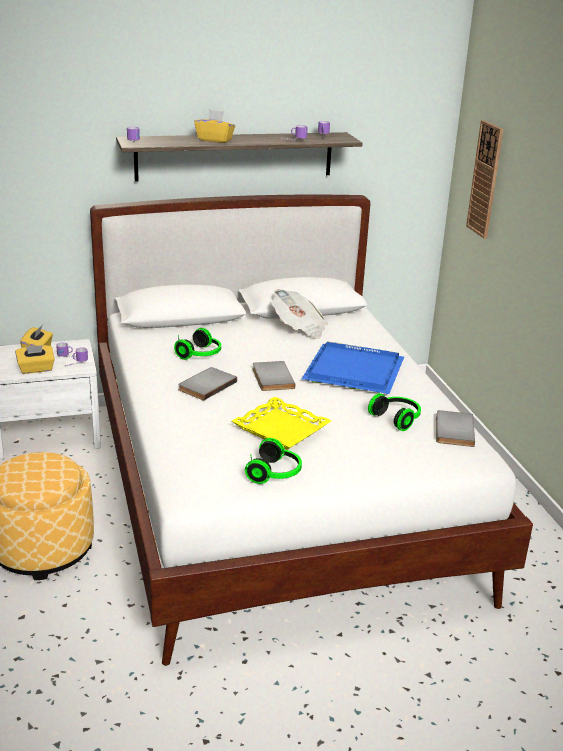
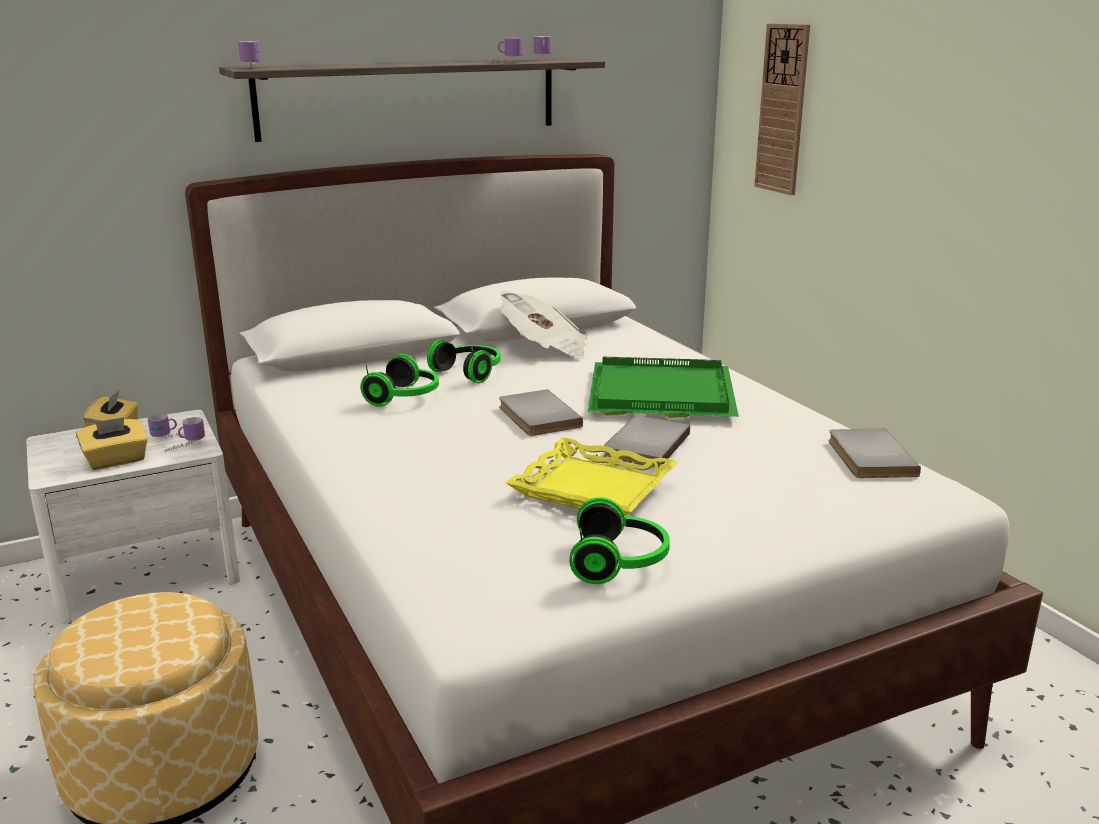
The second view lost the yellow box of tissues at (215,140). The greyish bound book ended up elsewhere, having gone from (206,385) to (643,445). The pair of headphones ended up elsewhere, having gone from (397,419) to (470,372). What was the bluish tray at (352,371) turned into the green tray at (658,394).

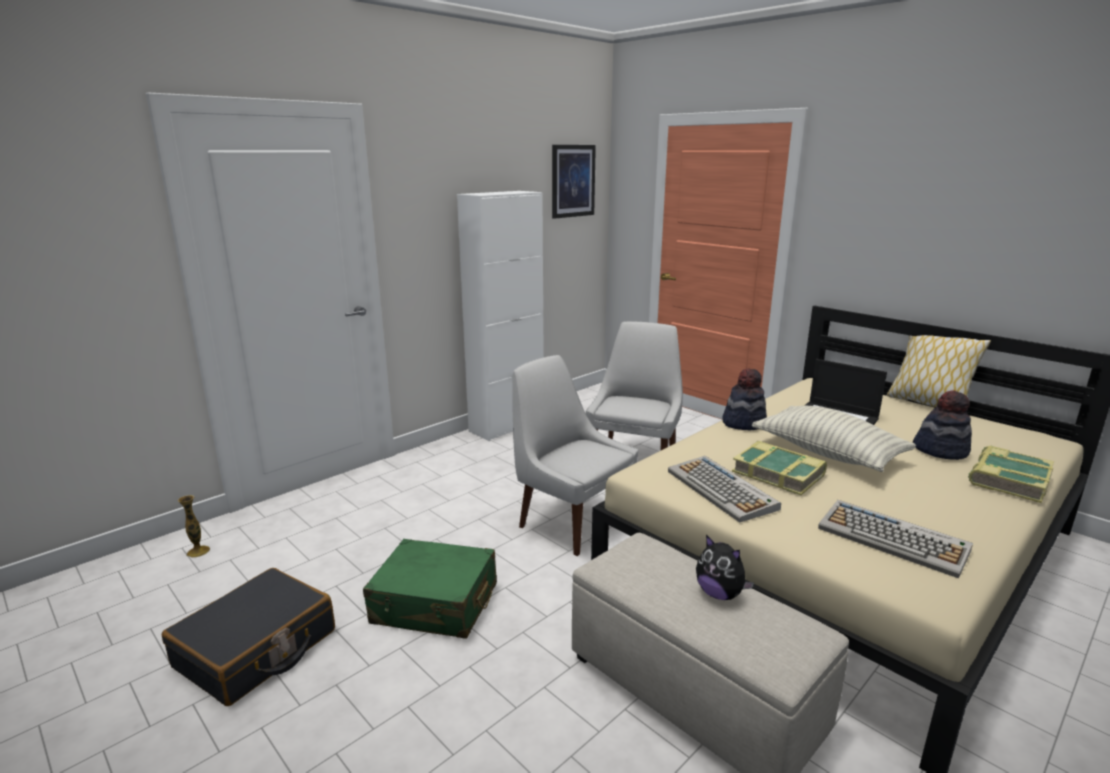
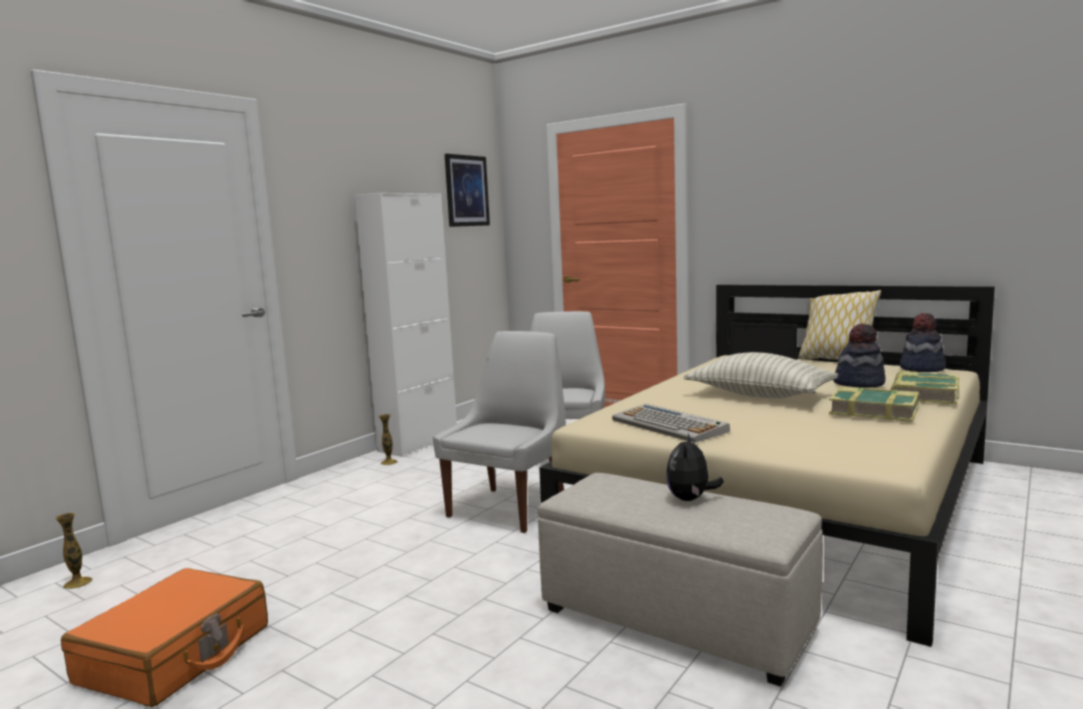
The second view lost the green suitcase at (435,604). The second view lost the computer keyboard at (894,539). The second view gained the vase at (389,462). The clothing hat ended up elsewhere, having gone from (743,423) to (921,368). The bound book ended up elsewhere, having gone from (778,473) to (874,411). What was the black-coloured suitcase at (256,649) turned into the orange suitcase at (176,655). The whitish plain chair at (571,521) ended up facing another way, 90 degrees clockwise from before. The cuddly toy at (720,594) ended up facing another way, 75 degrees clockwise from before.

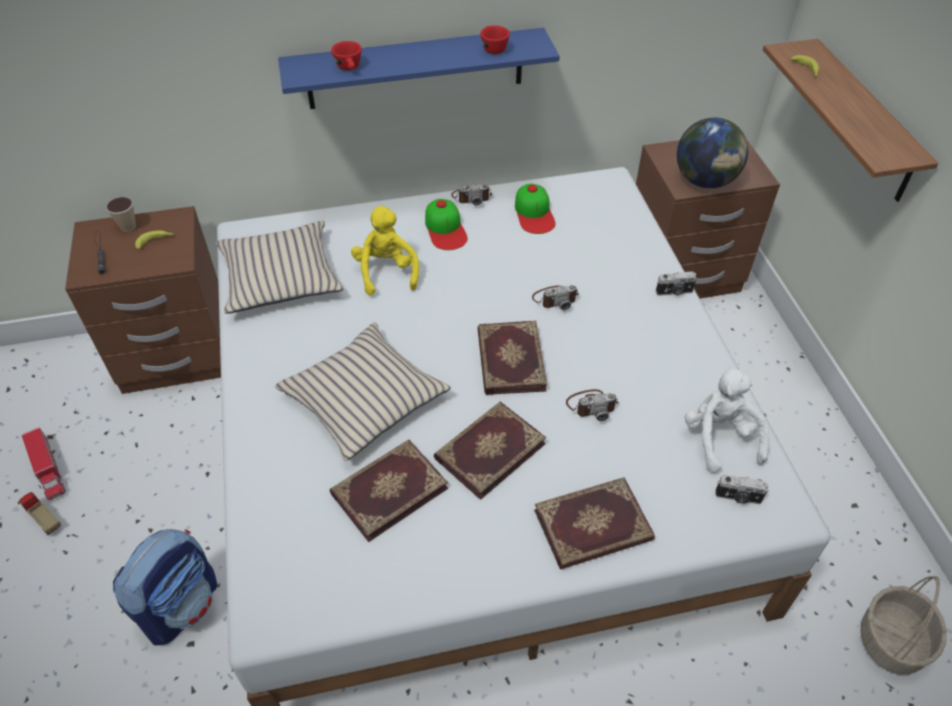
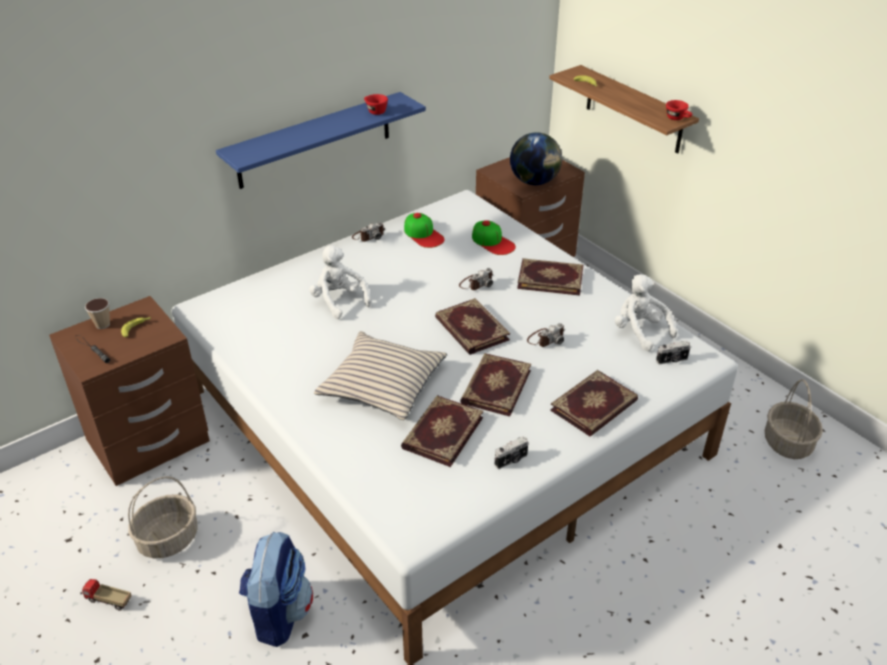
The second view lost the model truck at (48,469). The second view lost the beige-coloured throw pillow at (280,277). The second view gained the basket at (168,540). The second view gained the bound book at (550,278). The red small cup ended up elsewhere, having gone from (350,68) to (678,118). The baseball cap ended up elsewhere, having gone from (445,229) to (493,242). The photo camera ended up elsewhere, having gone from (674,292) to (511,460). What was the yellow cuddly toy at (386,272) turned into the whitish cuddly toy at (339,301).

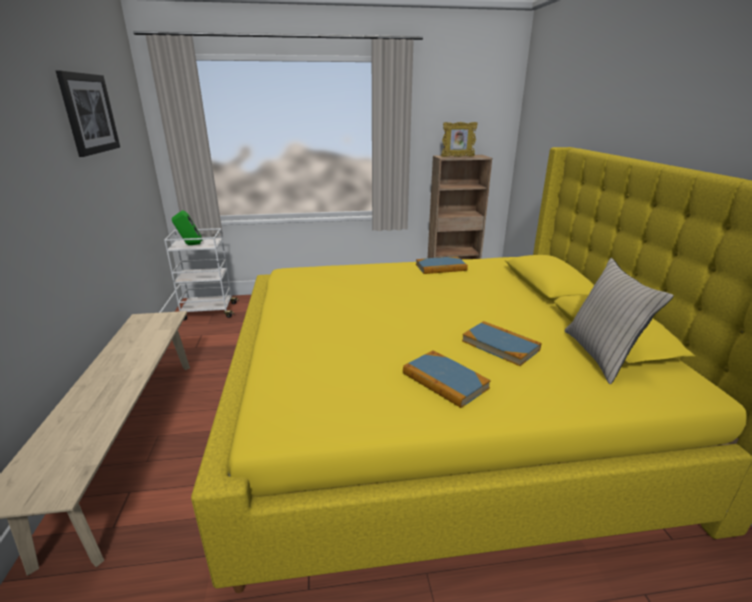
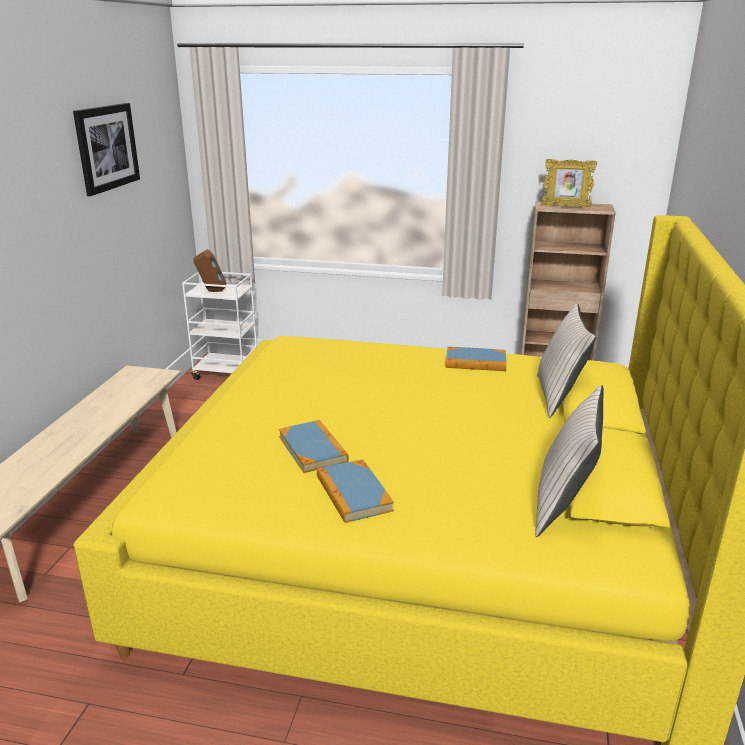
The second view gained the beige-coloured throw pillow at (559,396). The bound book ended up elsewhere, having gone from (500,345) to (313,449). What was the green speaker at (190,245) turned into the brown speaker at (211,291).

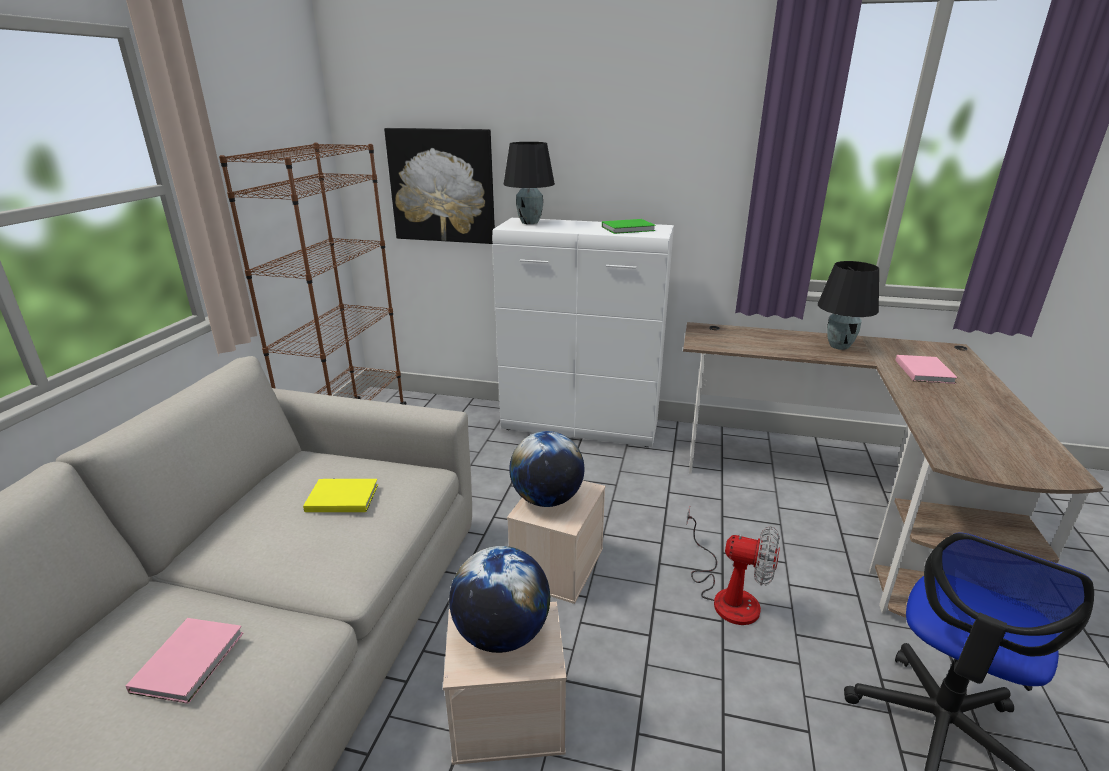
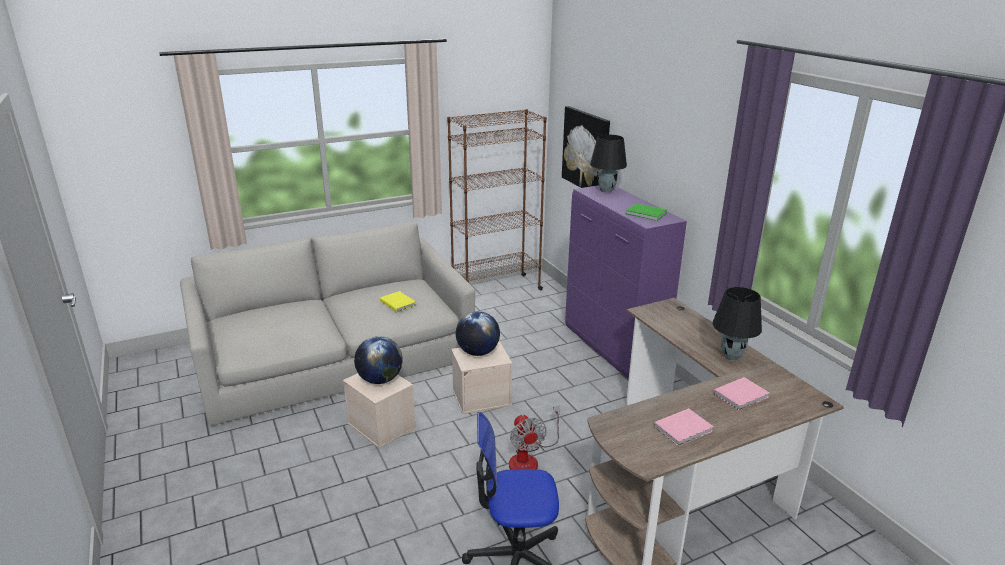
The pink bound book ended up elsewhere, having gone from (192,660) to (684,429). What was the whitish cabinet at (581,427) turned into the purple cabinet at (613,349).

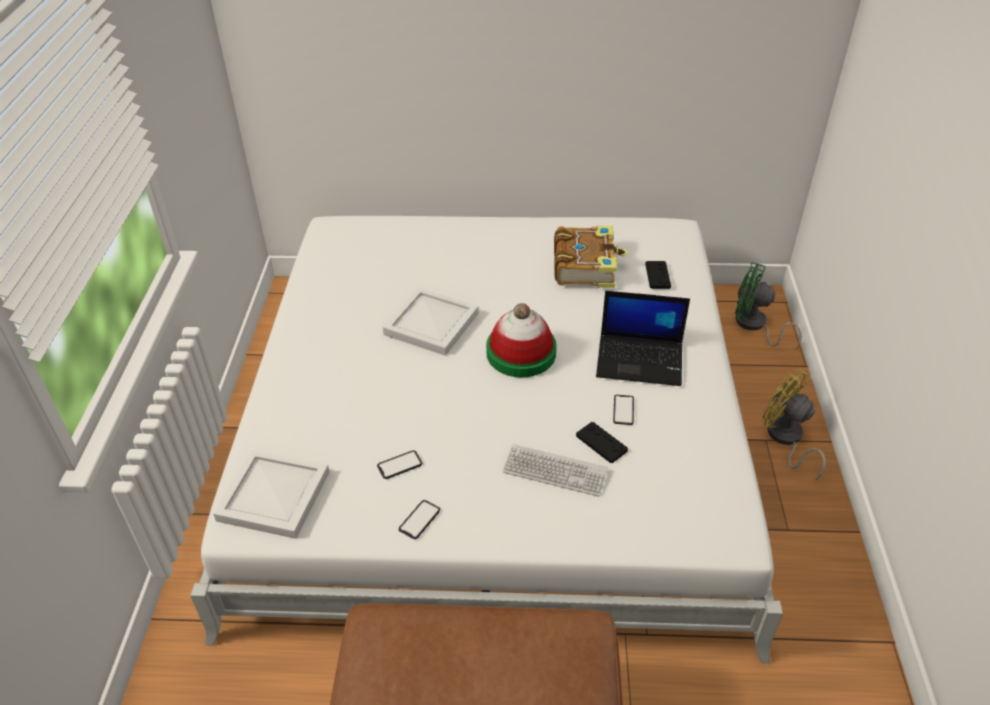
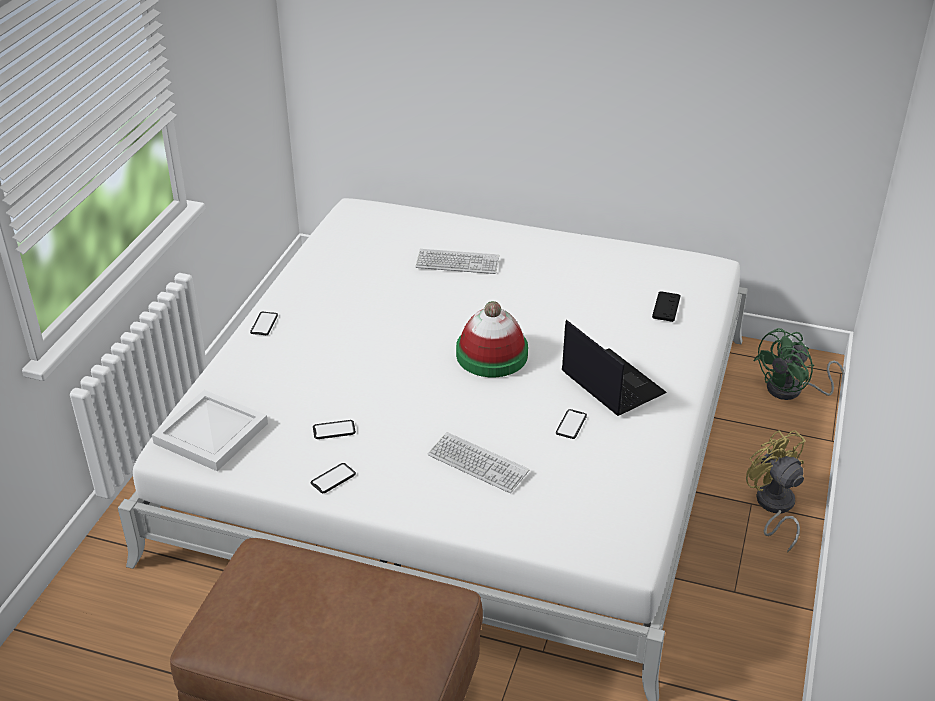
The second view lost the whitish tray at (432,325). The second view lost the bound book at (585,266). The second view lost the black-coloured gamepad at (601,443). The second view gained the phone at (264,324). The second view gained the computer keyboard at (457,263). The laptop at (641,360) ended up facing another way, 150 degrees counterclockwise from before. The green cooling fan at (754,326) ended up facing another way, 75 degrees counterclockwise from before.

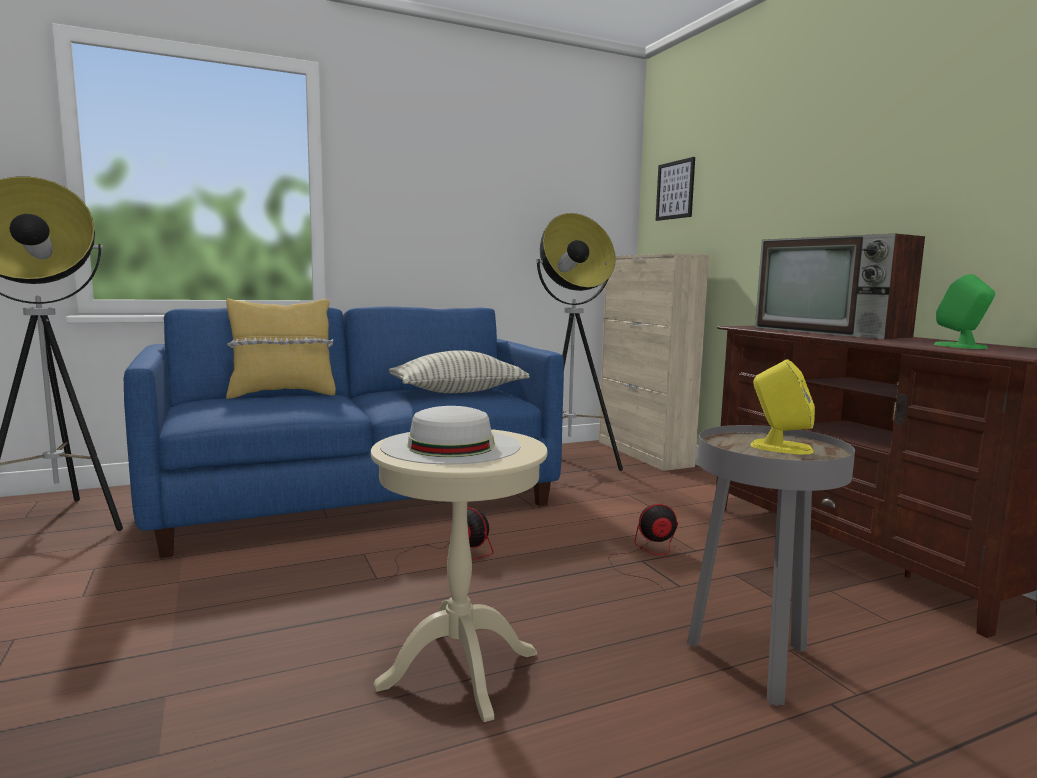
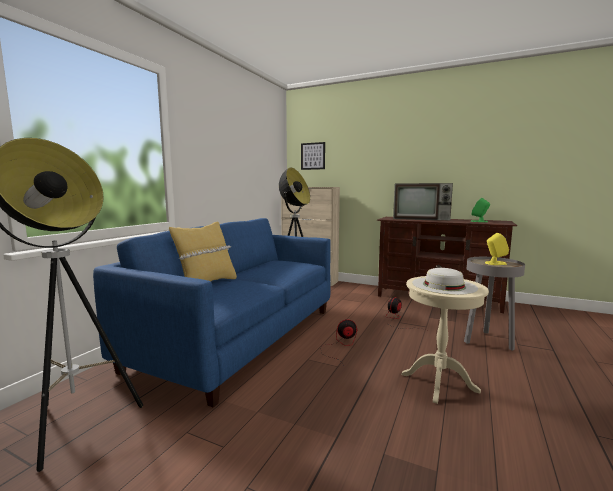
The second view lost the throw pillow at (458,392).

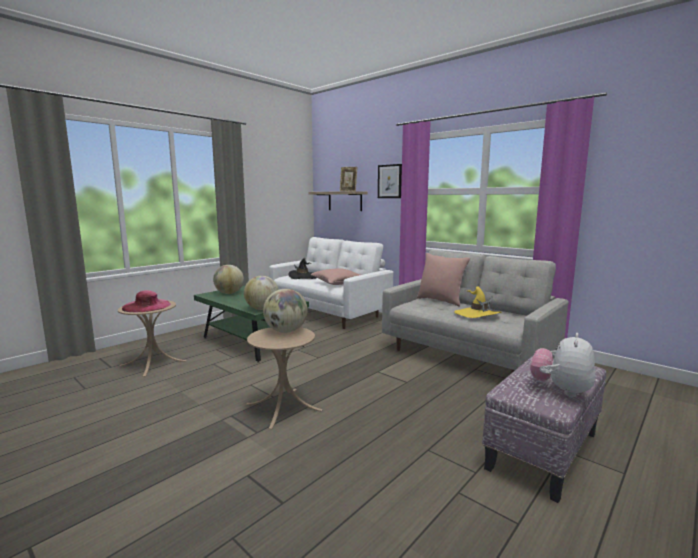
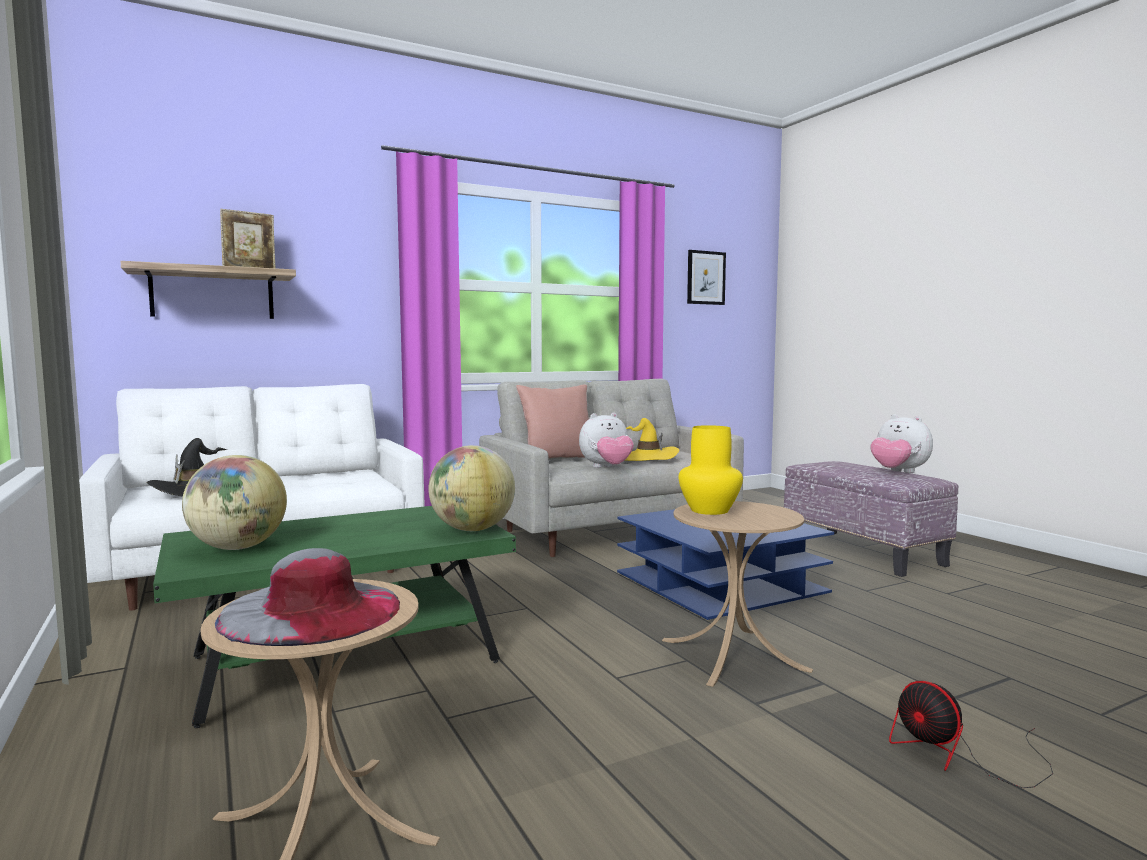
The second view lost the pink throw pillow at (337,283). The second view gained the cuddly toy at (606,468). The second view gained the bluish low table at (719,584). The second view gained the cooling fan at (961,756). The wall art ended up elsewhere, having gone from (389,181) to (705,278). Where the desk globe stood at (286,331), the yellow vase came to stand at (710,510). What was the pink clothing hat at (146,306) turned into the greyish clothing hat at (312,611).

